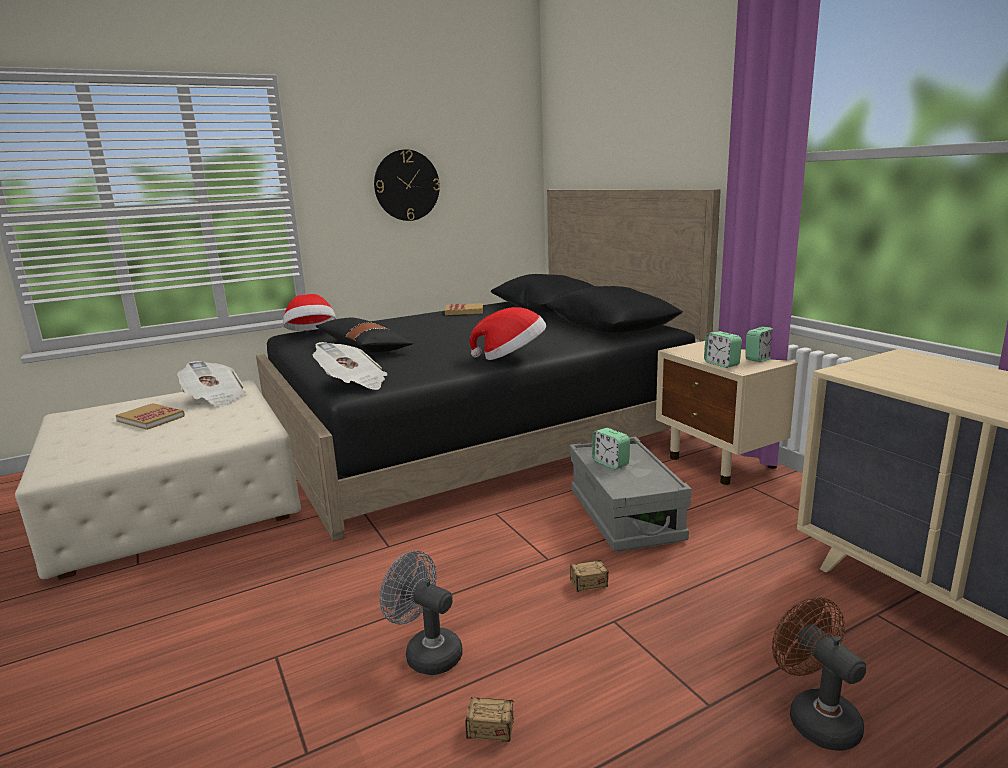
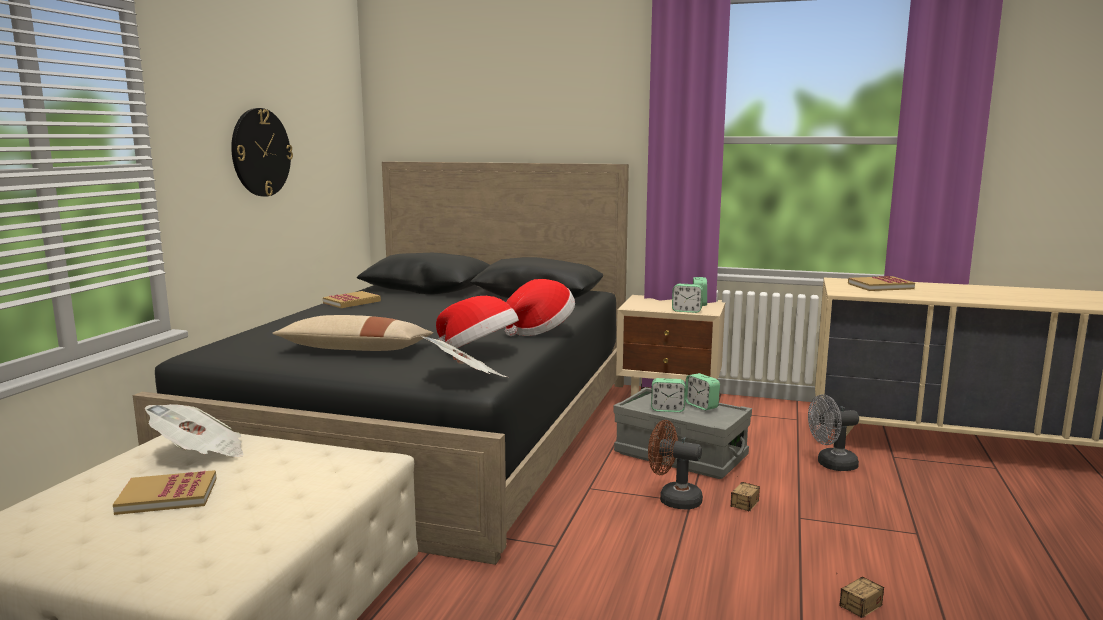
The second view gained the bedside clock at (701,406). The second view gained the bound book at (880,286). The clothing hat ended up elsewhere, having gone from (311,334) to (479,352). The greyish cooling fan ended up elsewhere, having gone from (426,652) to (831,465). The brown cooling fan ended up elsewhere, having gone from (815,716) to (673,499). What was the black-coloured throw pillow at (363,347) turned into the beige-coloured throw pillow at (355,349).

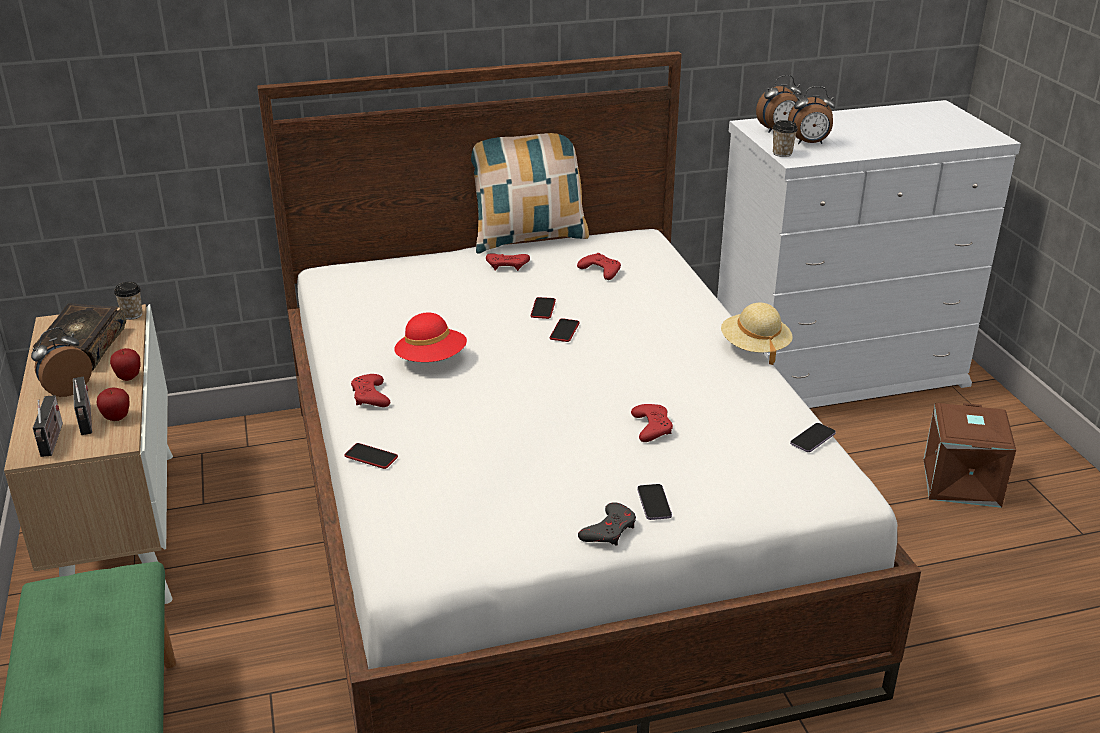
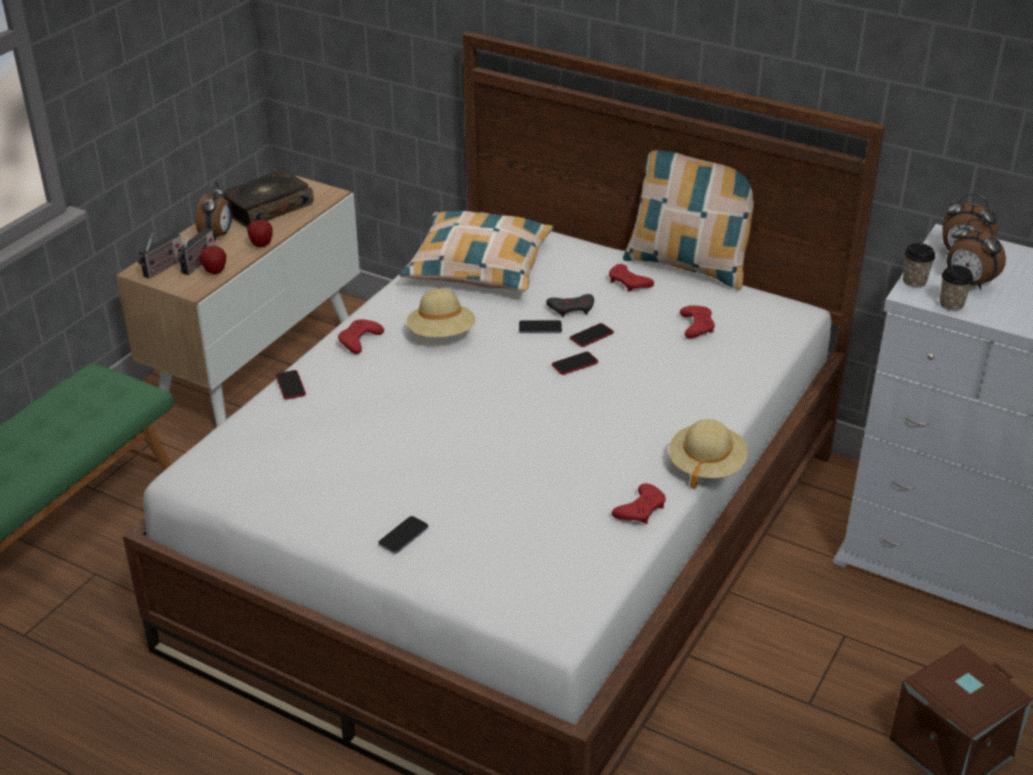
The second view gained the throw pillow at (478,266). The small cup ended up elsewhere, having gone from (132,315) to (951,304). The greyish gamepad ended up elsewhere, having gone from (609,530) to (571,308). The red gamepad ended up elsewhere, having gone from (652,427) to (640,509). The phone ended up elsewhere, having gone from (812,439) to (540,328). What was the red clothing hat at (431,360) turned into the beige-coloured clothing hat at (441,335). The bedside clock at (66,390) ended up facing another way, 105 degrees clockwise from before.

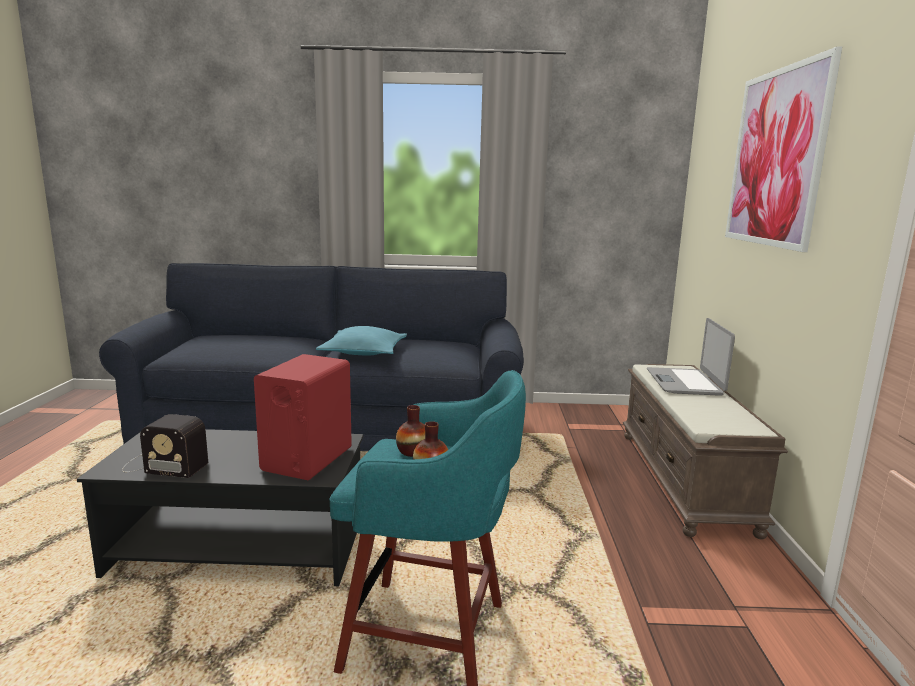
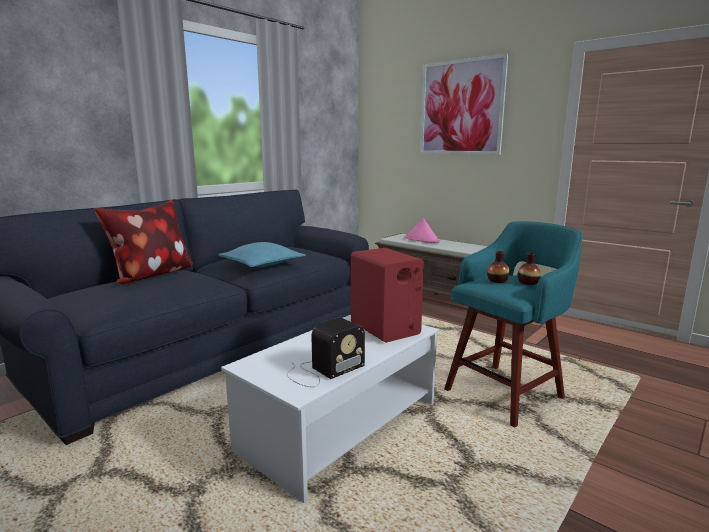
The second view gained the throw pillow at (151,276). Where the laptop stood at (685,382), the pink clothing hat came to stand at (422,240). What was the black-coloured low table at (242,547) turned into the whitish low table at (341,425).

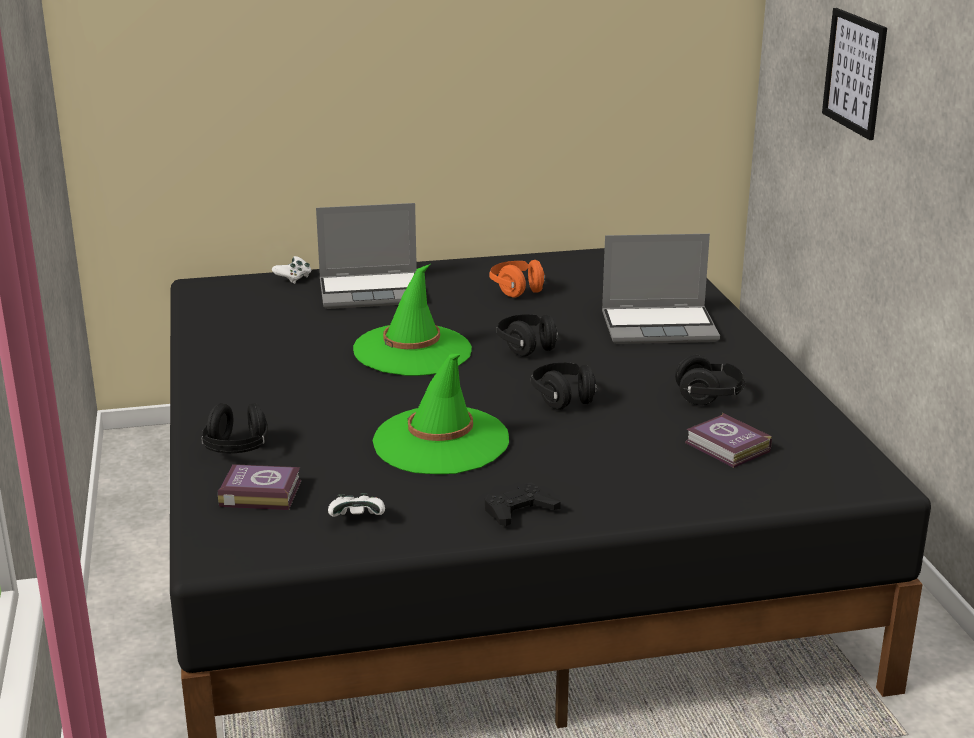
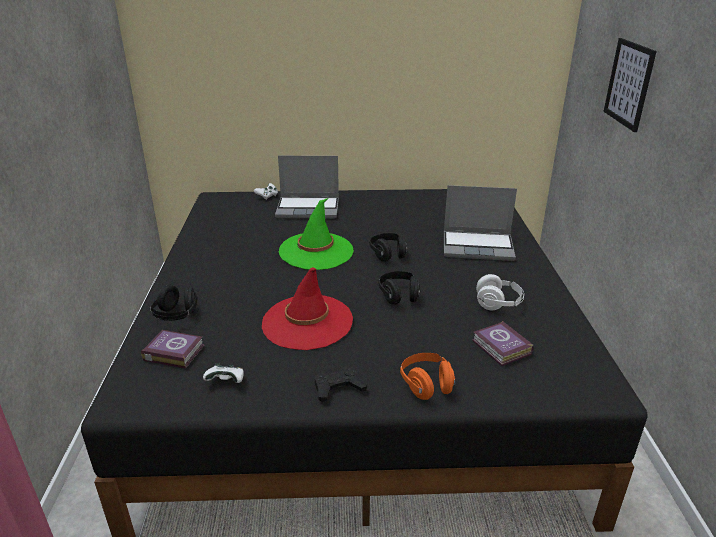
The orange pair of headphones ended up elsewhere, having gone from (517,290) to (426,385). What was the green clothing hat at (441,441) turned into the red clothing hat at (307,322). What was the black-coloured pair of headphones at (709,397) turned into the whitish pair of headphones at (498,304).

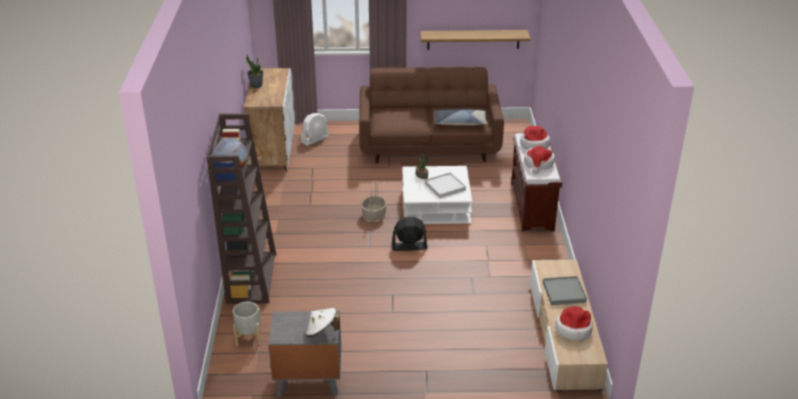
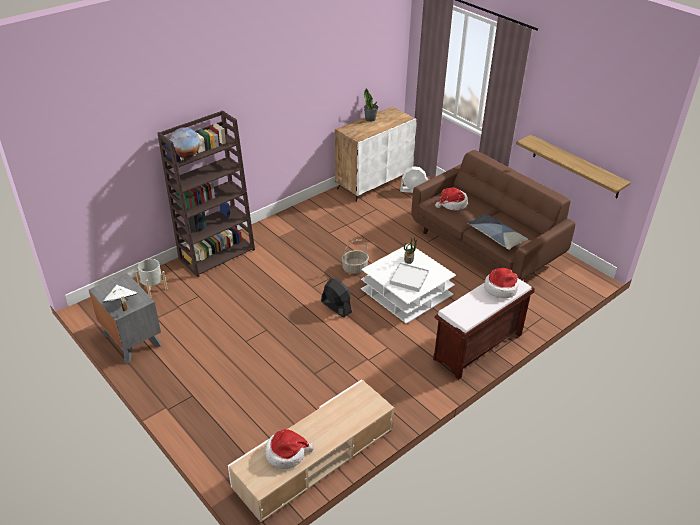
The second view lost the greyish tray at (564,292). The clothing hat ended up elsewhere, having gone from (538,164) to (452,204).

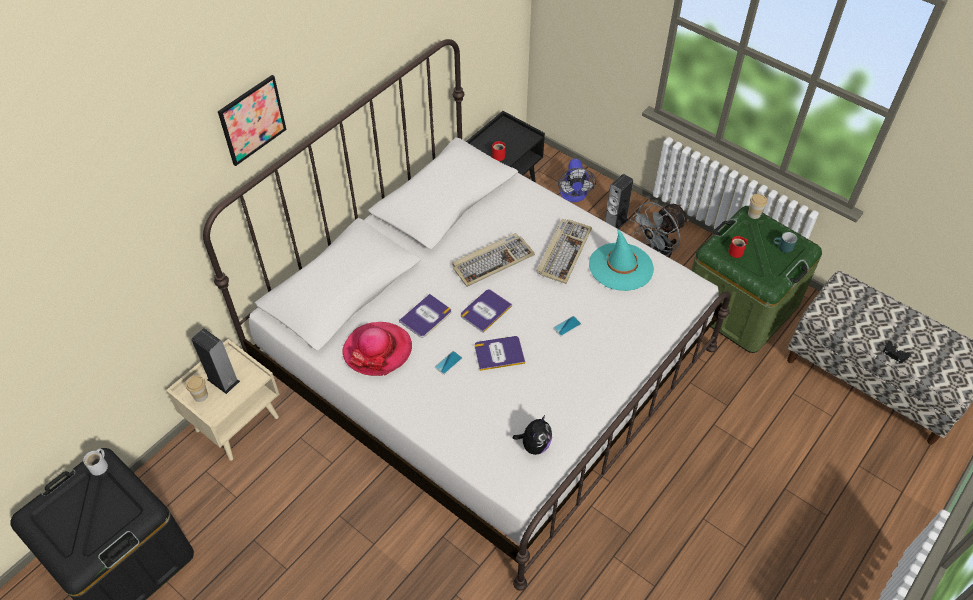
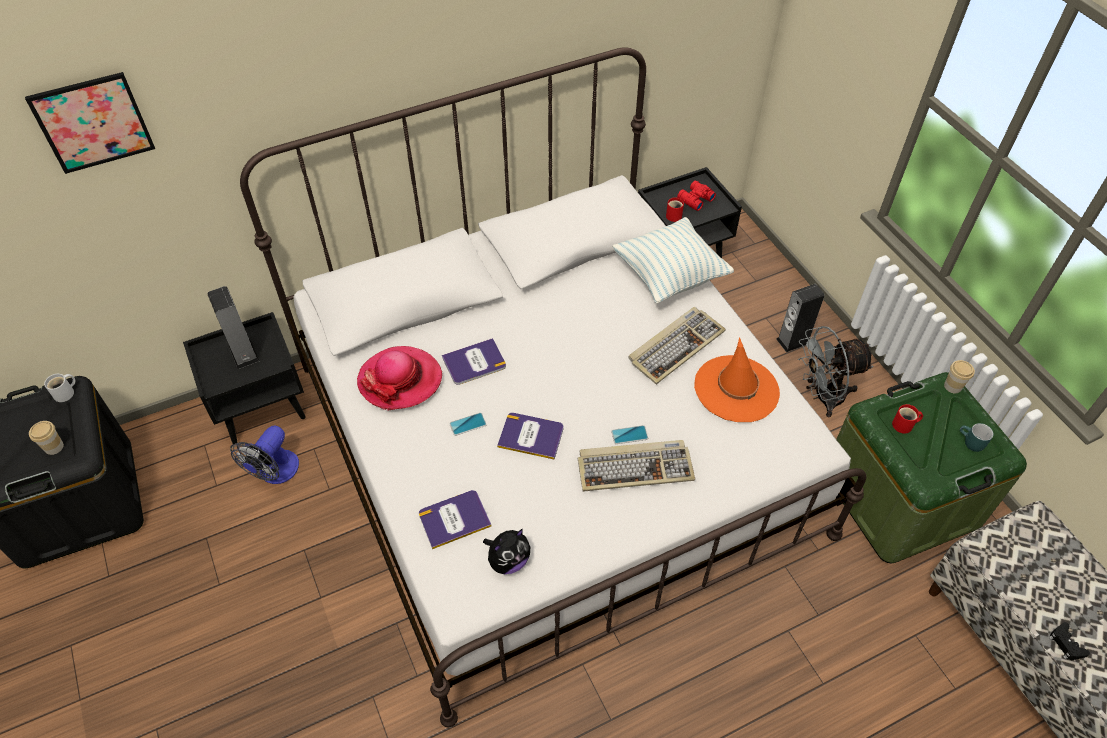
The second view gained the throw pillow at (669,276). The second view gained the red field glasses at (694,199). The small cup ended up elsewhere, having gone from (200,395) to (54,447). The wall art ended up elsewhere, having gone from (252,120) to (93,122). The computer keyboard ended up elsewhere, having gone from (492,261) to (635,467). The bound book ended up elsewhere, having gone from (485,311) to (454,519). The cooling fan ended up elsewhere, having gone from (574,196) to (275,473). What was the beige-coloured nightstand at (237,423) turned into the black-coloured nightstand at (262,408). What was the turquoise-coloured clothing hat at (621,267) turned into the orange clothing hat at (736,389).

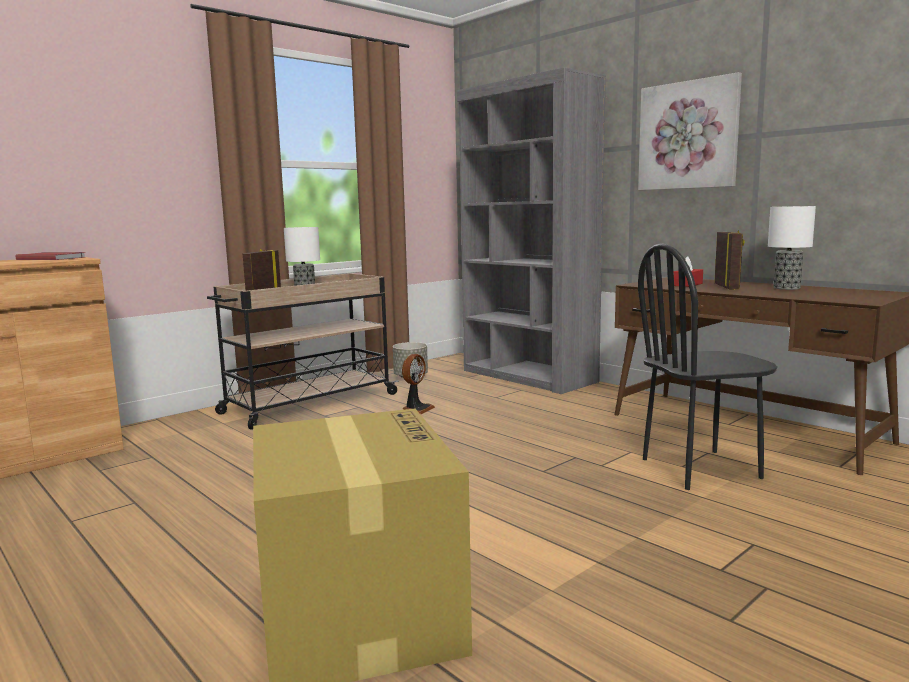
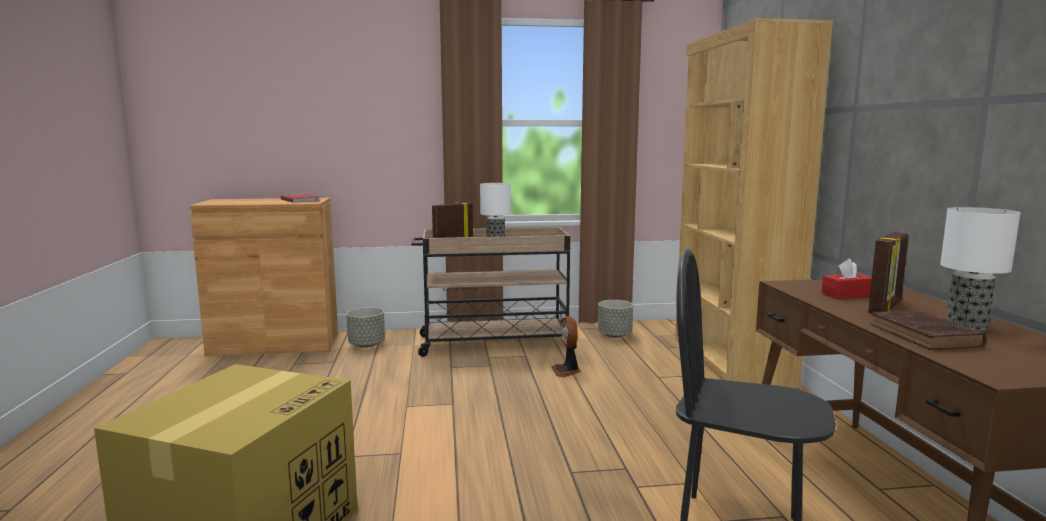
The second view lost the wall art at (688,135). The second view gained the greyish planter at (367,345). The second view gained the brown bound book at (926,336). What was the greyish bookcase at (528,376) turned into the brown bookcase at (730,361). The cooling fan at (416,409) ended up facing another way, 105 degrees clockwise from before.

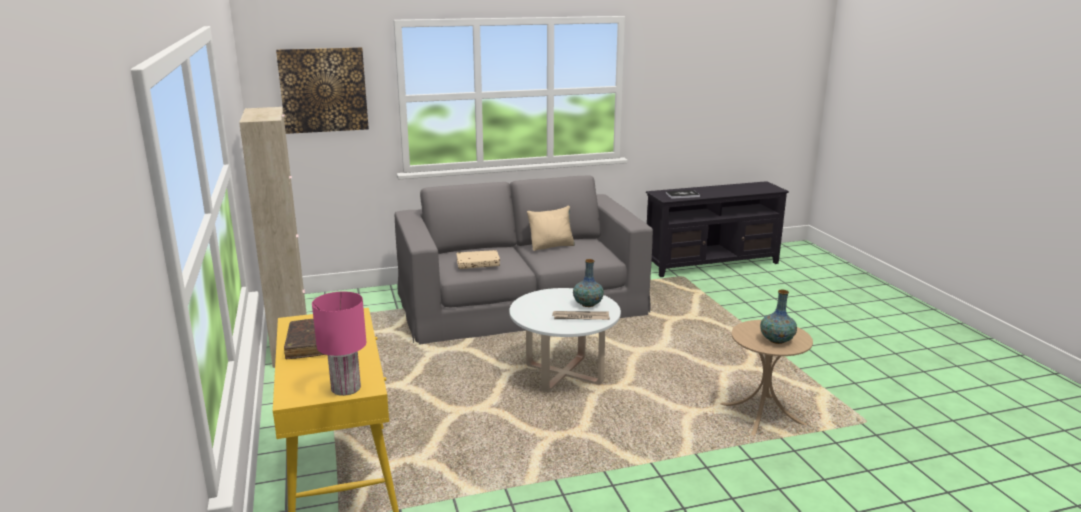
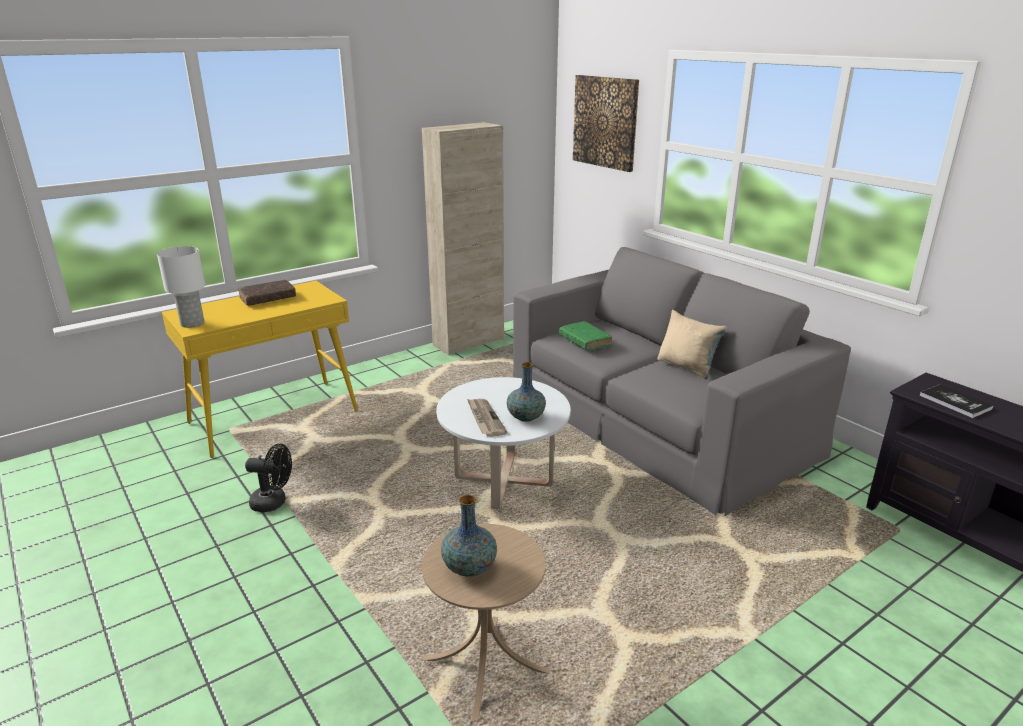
The second view gained the black-coloured cooling fan at (274,503). What was the pink tabletop lamp at (345,389) turned into the whitish tabletop lamp at (192,323). What was the beige-coloured bound book at (478,264) turned into the green bound book at (585,341).

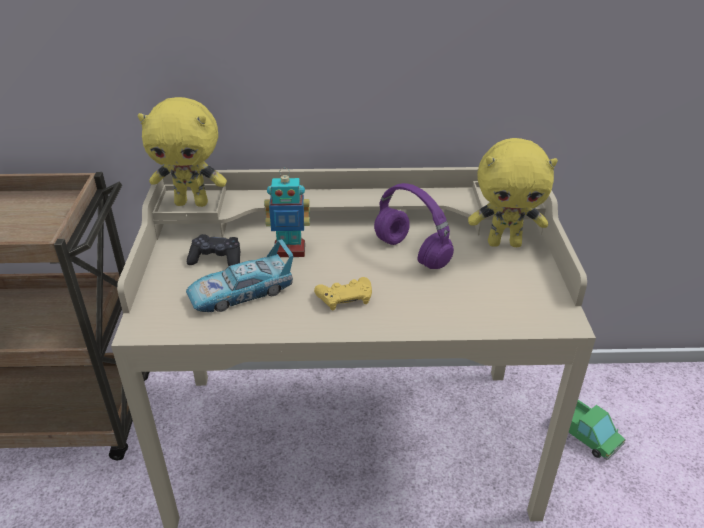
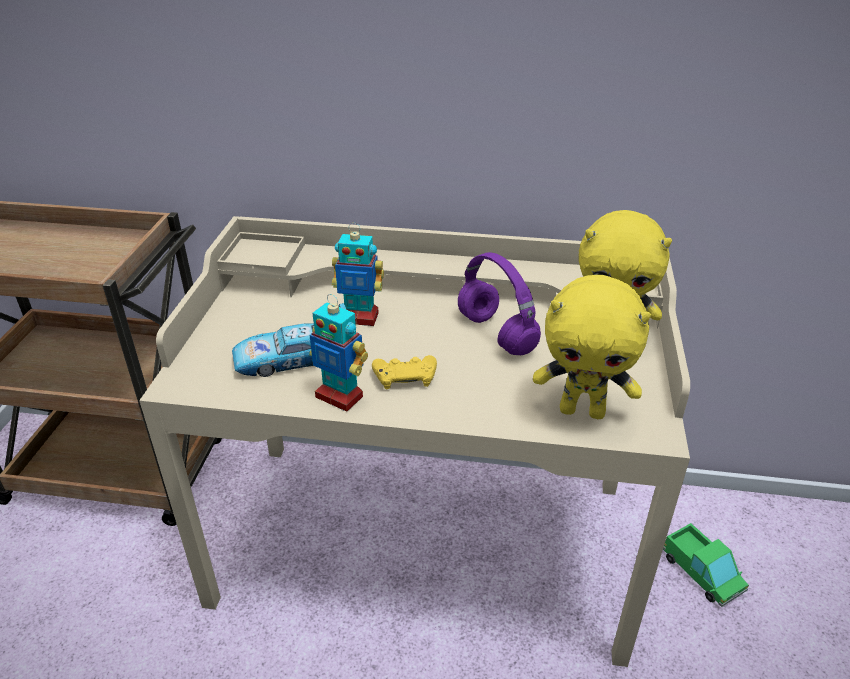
The second view lost the black-coloured gamepad at (216,259). The second view gained the model robot at (340,396). The yellow cuddly toy ended up elsewhere, having gone from (192,203) to (583,410).

